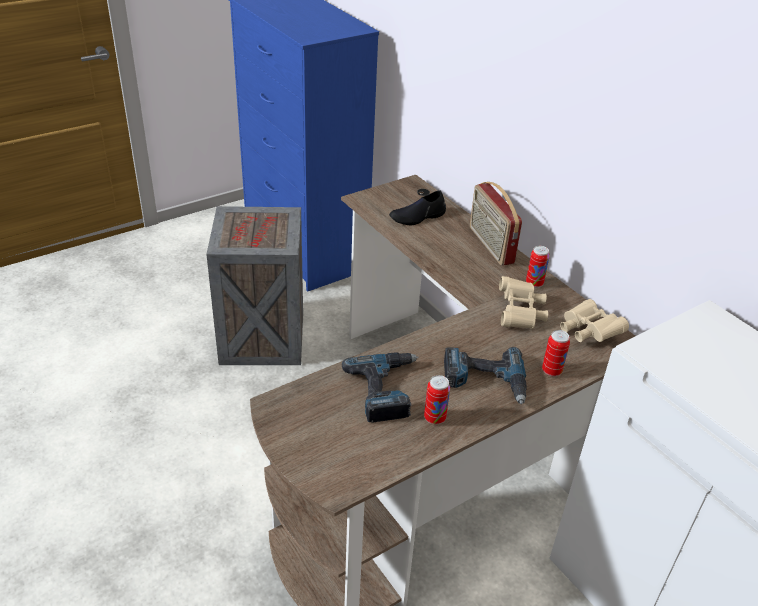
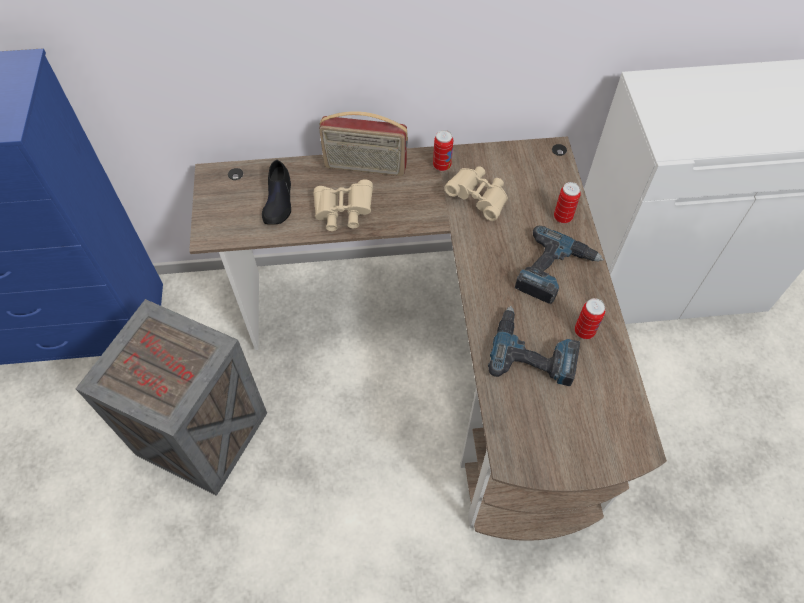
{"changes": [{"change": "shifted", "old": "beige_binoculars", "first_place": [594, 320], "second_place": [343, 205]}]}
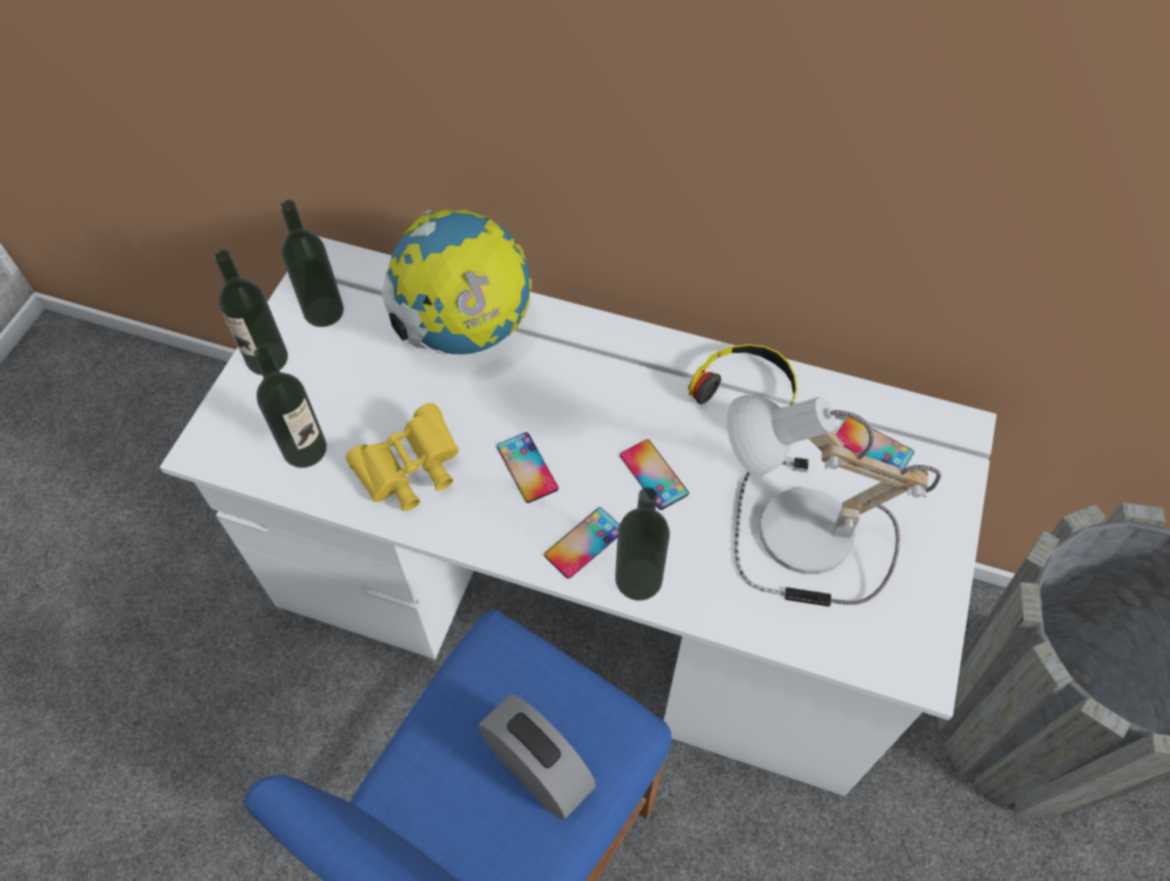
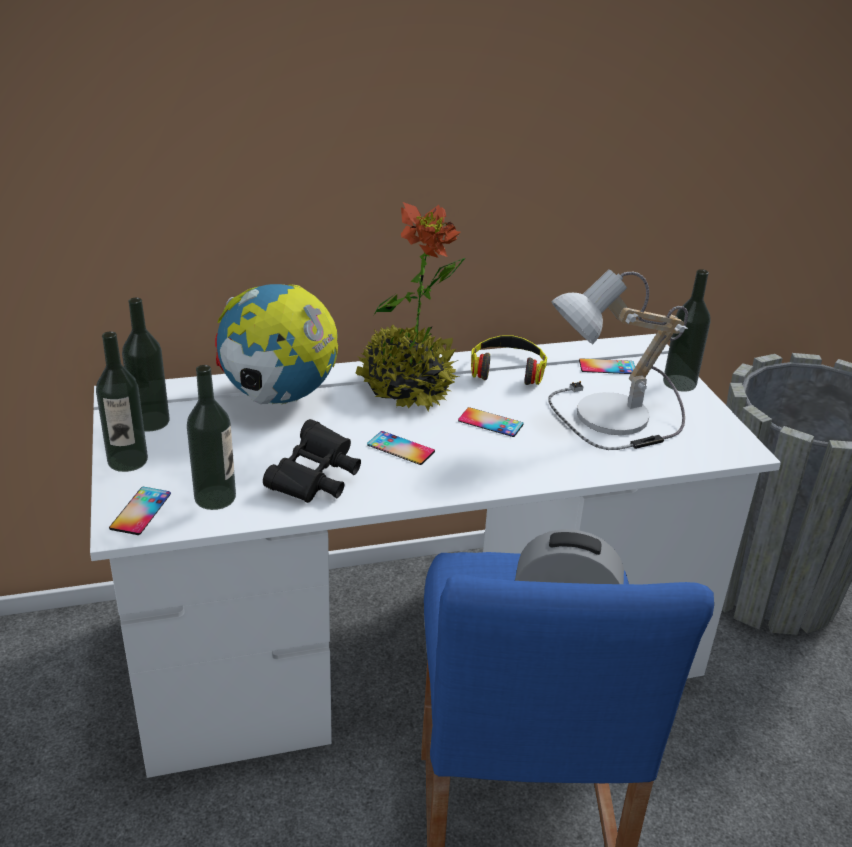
{"changes": [{"change": "shifted", "old": "phone", "first_place": [581, 543], "second_place": [140, 511]}, {"change": "repainted", "old": "yellow_binoculars", "new": "black_binoculars", "first_place": [402, 457], "second_place": [312, 461]}, {"change": "new", "new": "potted_plant", "second_place": [410, 307]}, {"change": "shifted", "old": "bottle", "first_place": [642, 544], "second_place": [687, 330]}]}
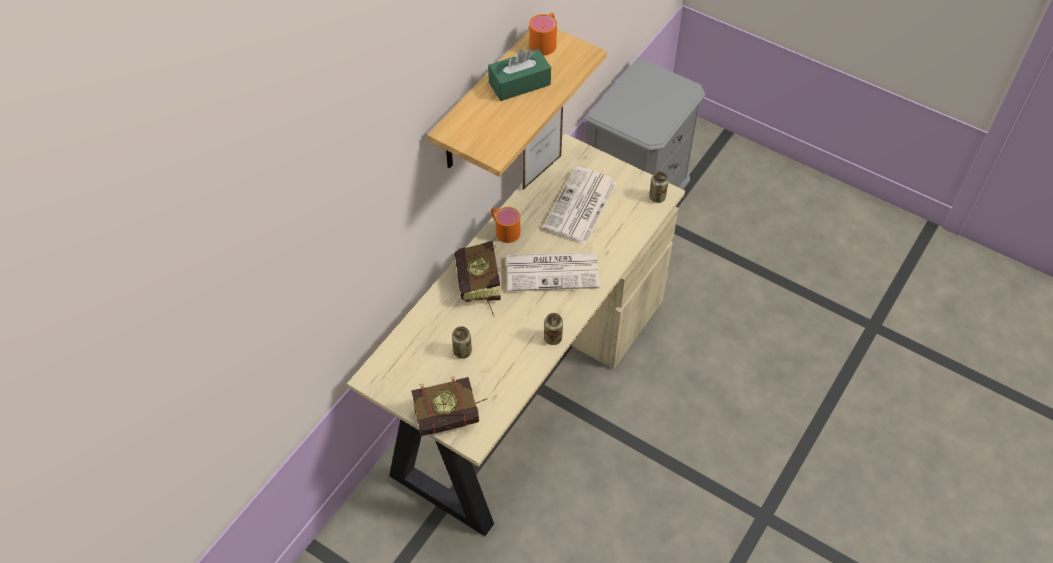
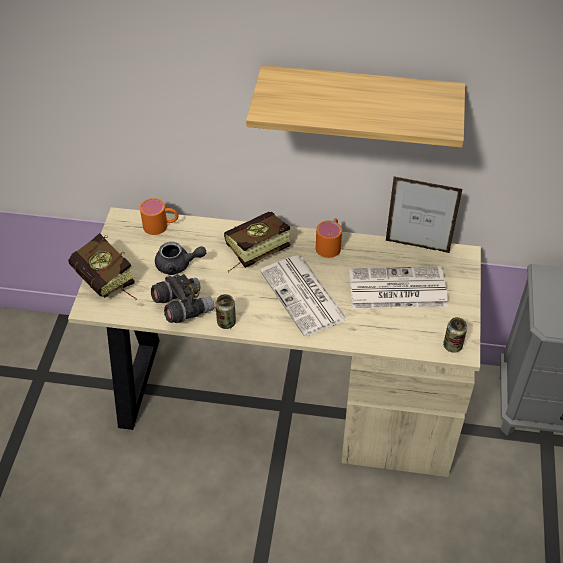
{"changes": [{"change": "shifted", "old": "orange_mug", "first_place": [543, 34], "second_place": [159, 216]}, {"change": "new", "new": "grey_binoculars", "second_place": [182, 298]}, {"change": "swapped", "old": "can", "new": "grey_teapot", "first_place": [462, 342], "second_place": [180, 258]}, {"change": "gone", "old": "green_tissue_box", "first_place": [519, 75]}]}
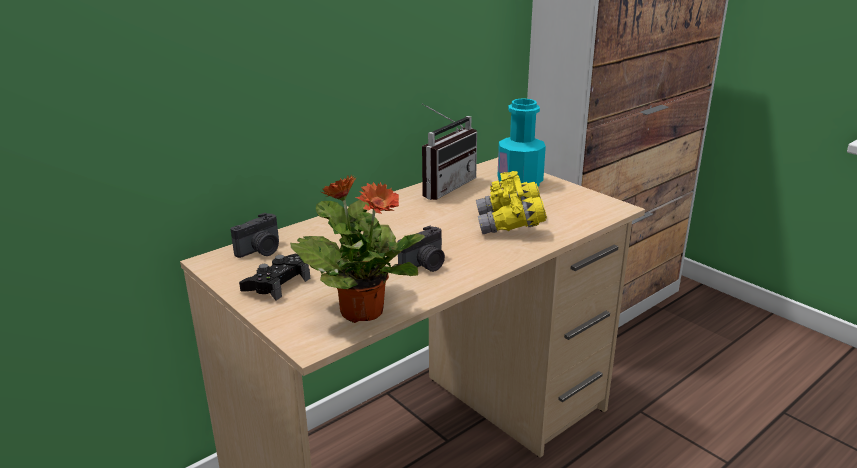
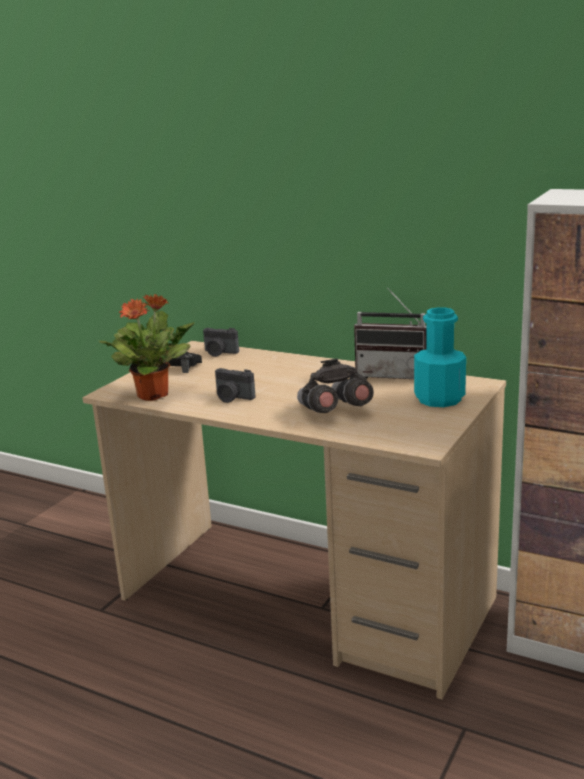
{"changes": [{"change": "repainted", "old": "yellow_binoculars", "new": "grey_binoculars", "first_place": [511, 202], "second_place": [335, 386]}]}
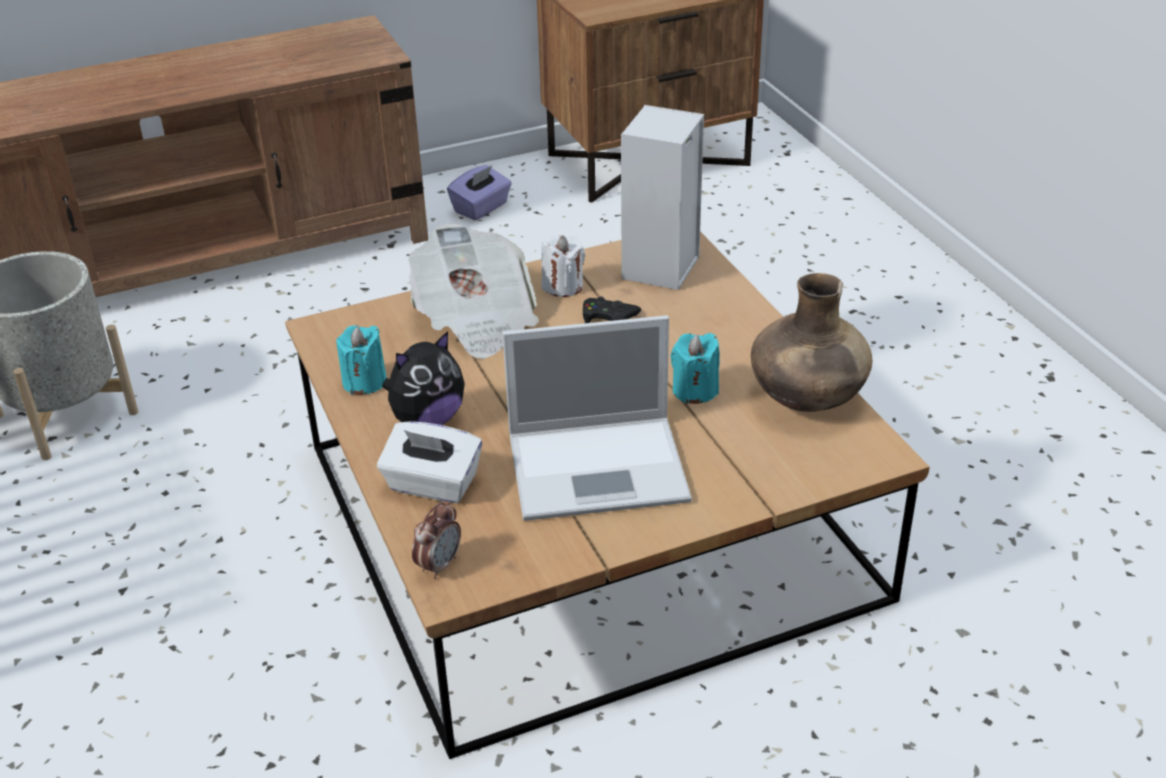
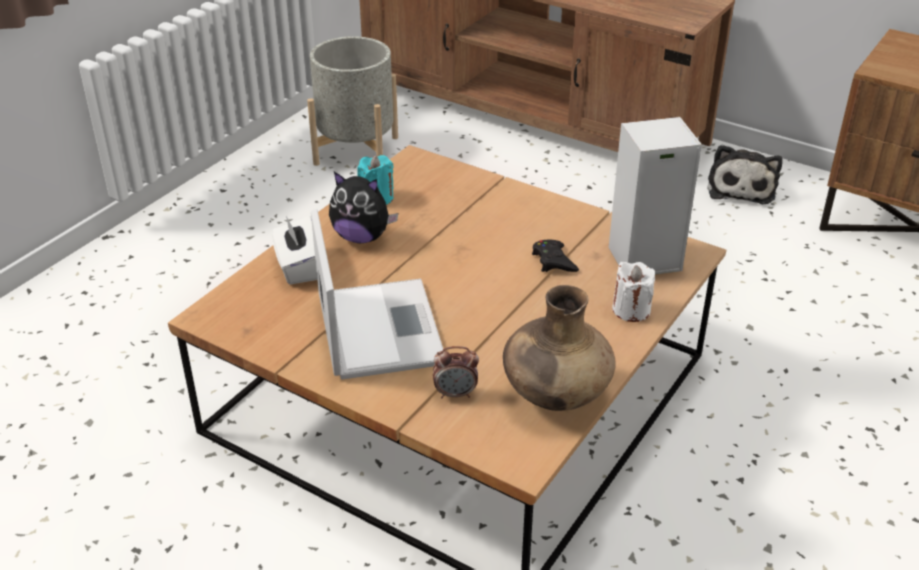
{"changes": [{"change": "rotated", "old": "laptop", "first_place": [597, 418], "second_place": [377, 294], "degrees": -150}, {"change": "shifted", "old": "alarm_clock", "first_place": [436, 540], "second_place": [456, 372]}, {"change": "shifted", "old": "white_candle", "first_place": [563, 265], "second_place": [633, 291]}, {"change": "swapped", "old": "purple_tissue_box", "new": "plush_toy", "first_place": [479, 192], "second_place": [745, 175]}, {"change": "gone", "old": "newspaper", "first_place": [473, 291]}, {"change": "gone", "old": "turquoise_candle", "first_place": [695, 368]}]}
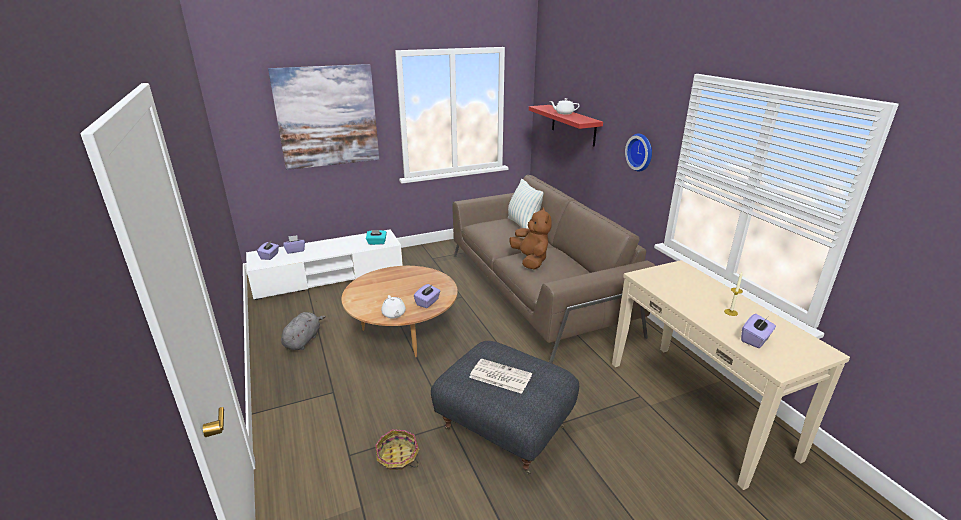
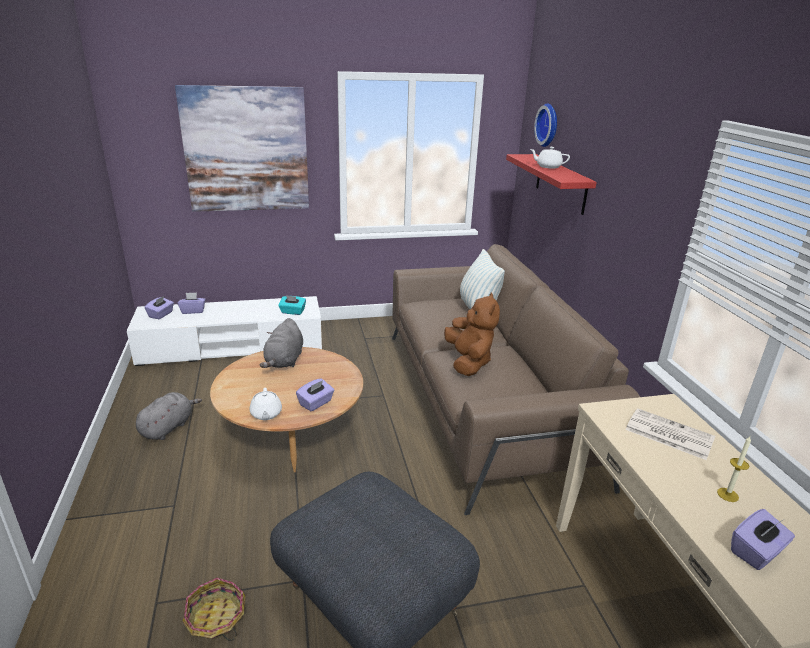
{"changes": [{"change": "new", "new": "grey_plush_toy", "second_place": [281, 343]}, {"change": "shifted", "old": "wall_clock", "first_place": [638, 153], "second_place": [545, 125]}, {"change": "shifted", "old": "newspaper", "first_place": [500, 376], "second_place": [670, 434]}]}
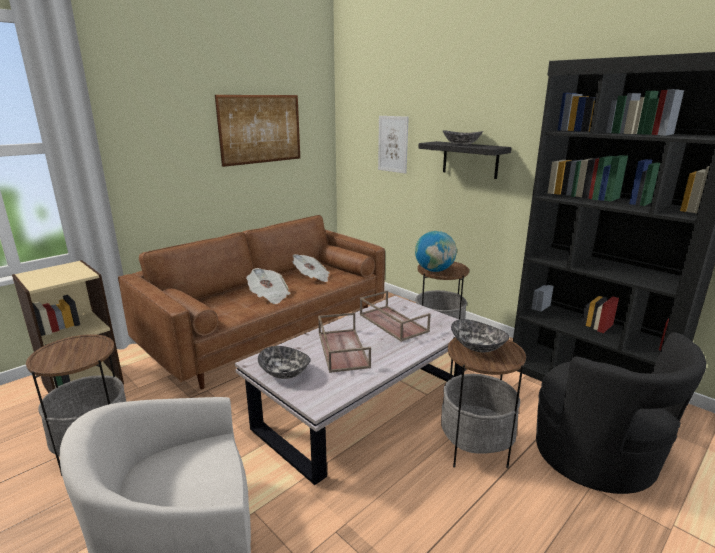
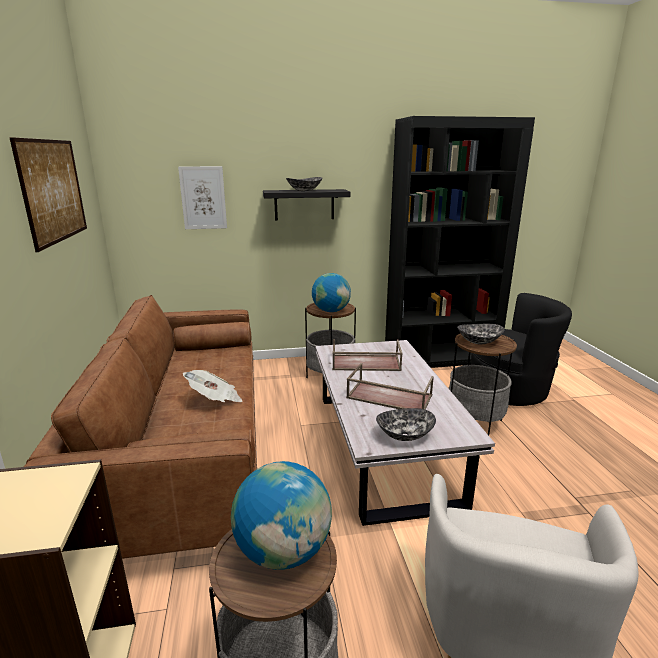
{"changes": [{"change": "new", "new": "globe", "second_place": [281, 515]}, {"change": "gone", "old": "newspaper", "first_place": [311, 268]}]}
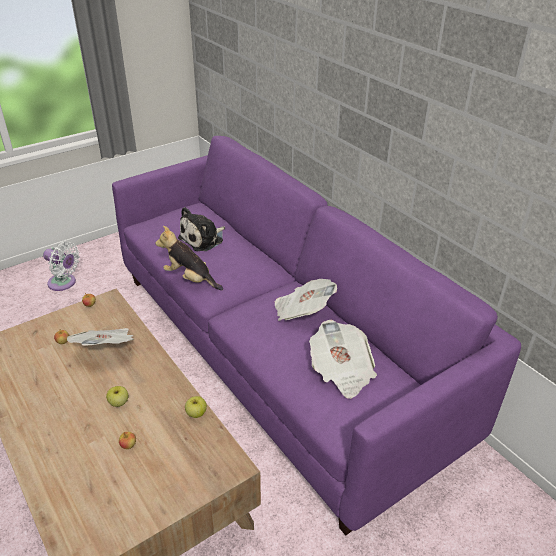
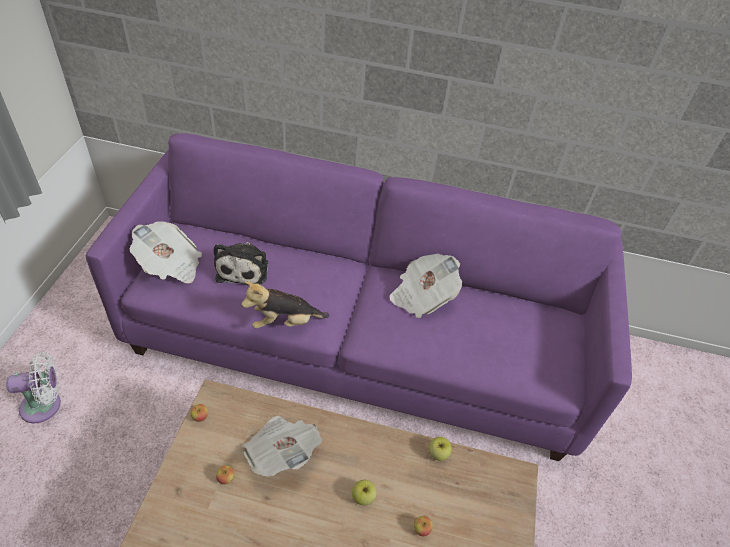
{"changes": [{"change": "shifted", "old": "newspaper", "first_place": [343, 359], "second_place": [165, 252]}]}
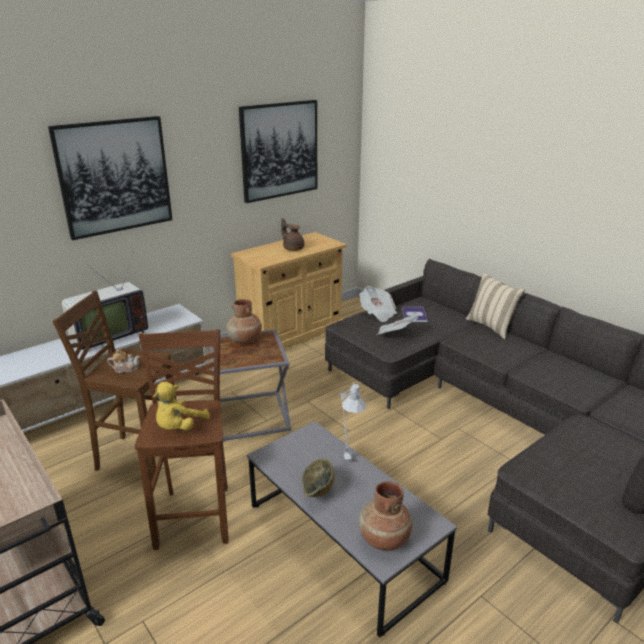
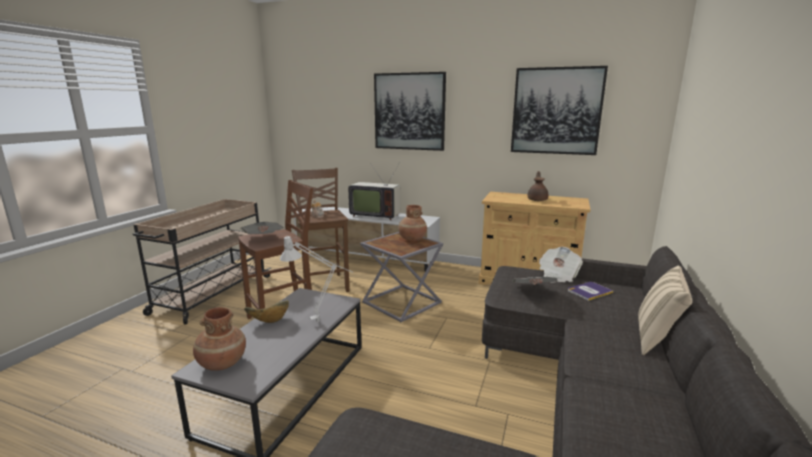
{"changes": [{"change": "swapped", "old": "yellow_plush_toy", "new": "newspaper", "first_place": [181, 405], "second_place": [261, 228]}]}
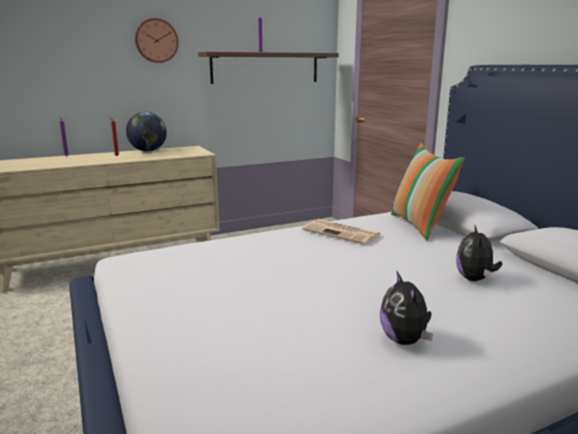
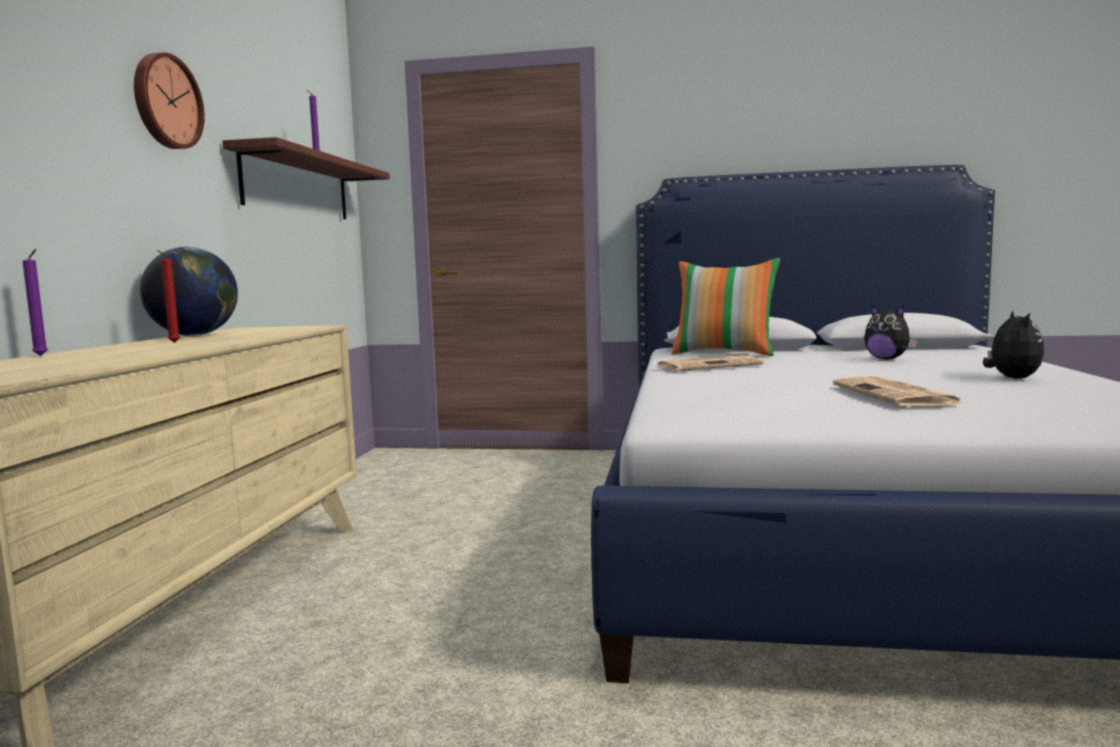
{"changes": [{"change": "new", "new": "newspaper", "second_place": [899, 391]}, {"change": "rotated", "old": "plush_toy", "first_place": [406, 308], "second_place": [1013, 345], "degrees": -105}]}
